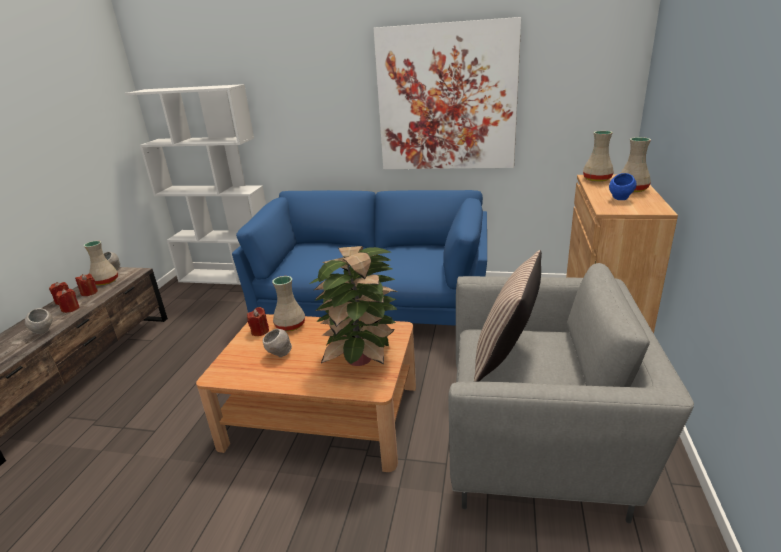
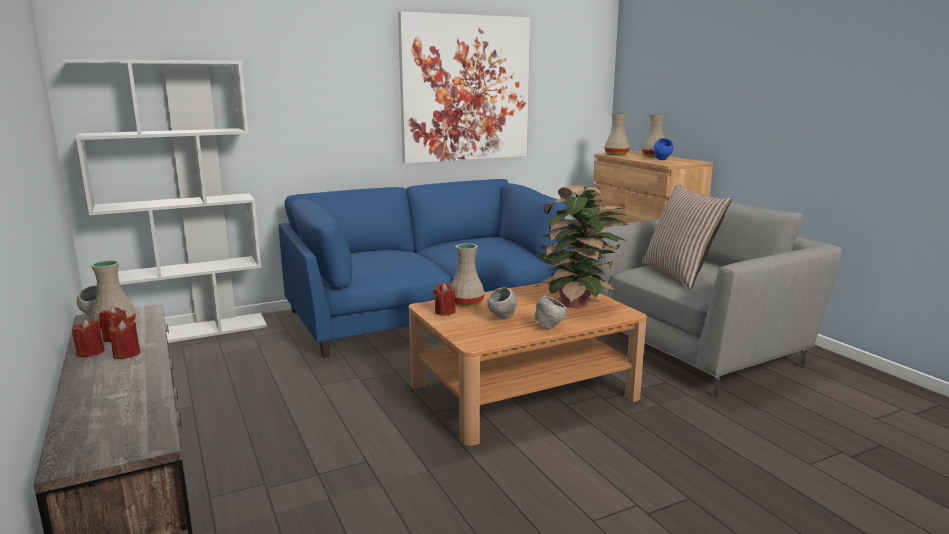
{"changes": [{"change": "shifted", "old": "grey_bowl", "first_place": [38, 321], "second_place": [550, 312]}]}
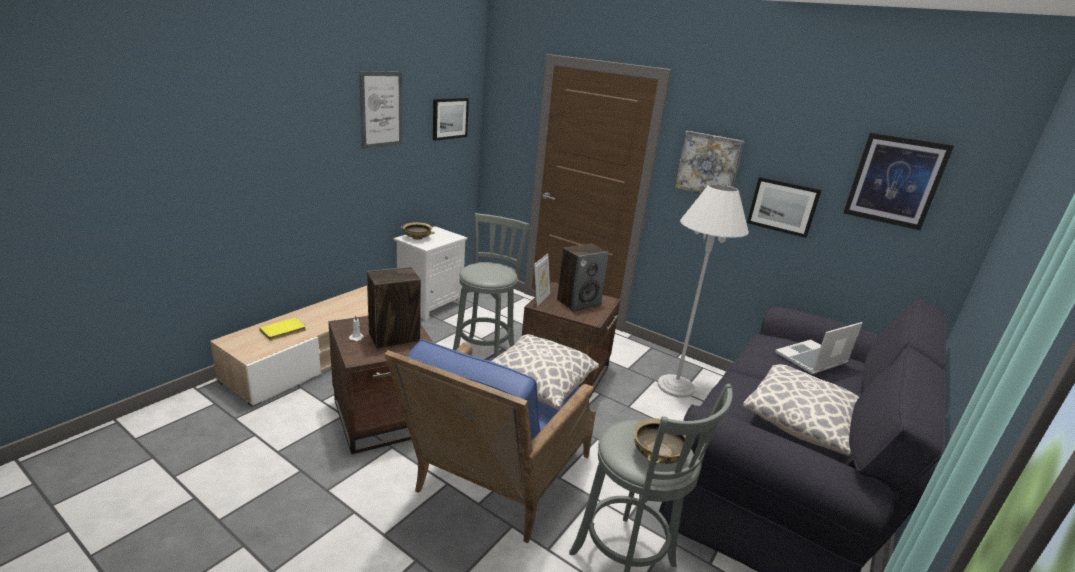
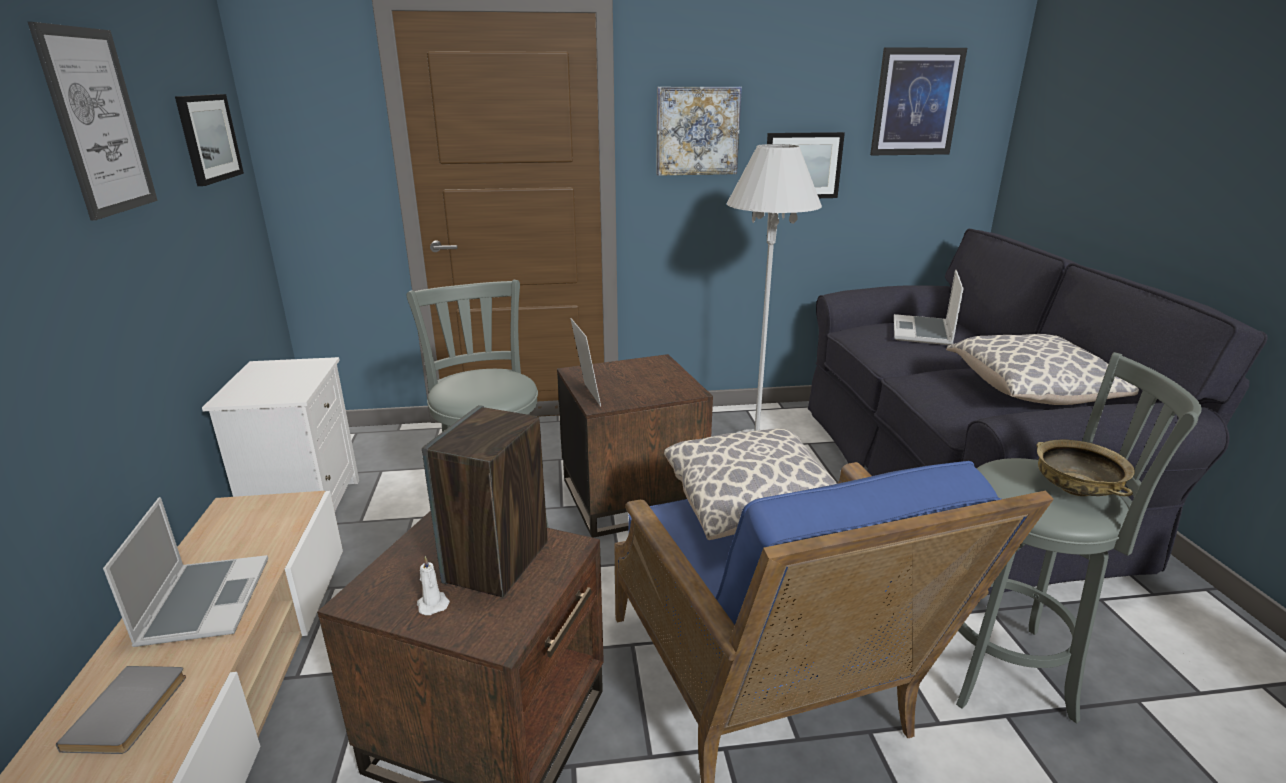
{"changes": [{"change": "repainted", "old": "yellow_book", "new": "grey_book", "first_place": [282, 329], "second_place": [121, 710]}, {"change": "new", "new": "laptop", "second_place": [185, 572]}, {"change": "gone", "old": "beige_bowl", "first_place": [418, 231]}, {"change": "gone", "old": "speaker", "first_place": [583, 277]}]}
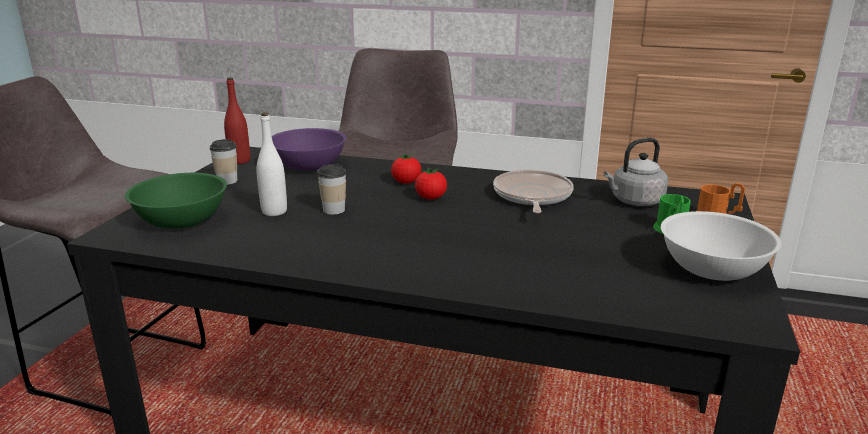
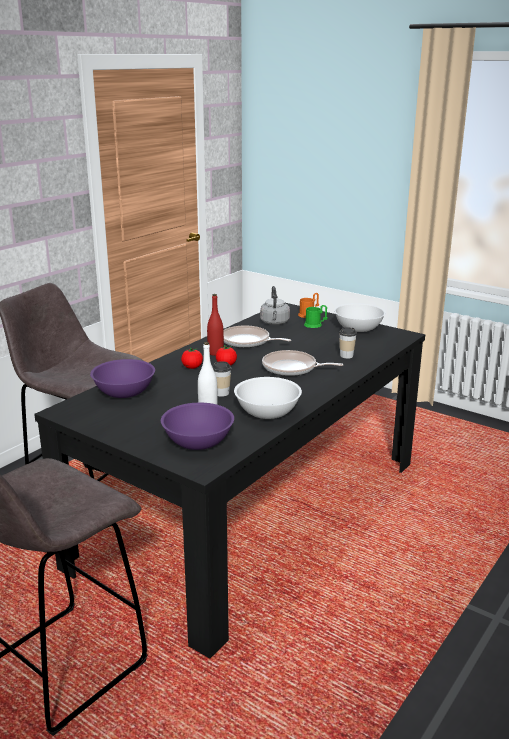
{"changes": [{"change": "repainted", "old": "green_bowl", "new": "purple_bowl", "first_place": [176, 201], "second_place": [197, 426]}, {"change": "shifted", "old": "red_bottle", "first_place": [237, 121], "second_place": [215, 325]}, {"change": "new", "new": "white_bowl", "second_place": [268, 398]}, {"change": "new", "new": "frying_pan", "second_place": [302, 363]}, {"change": "shifted", "old": "cup", "first_place": [223, 162], "second_place": [348, 343]}]}
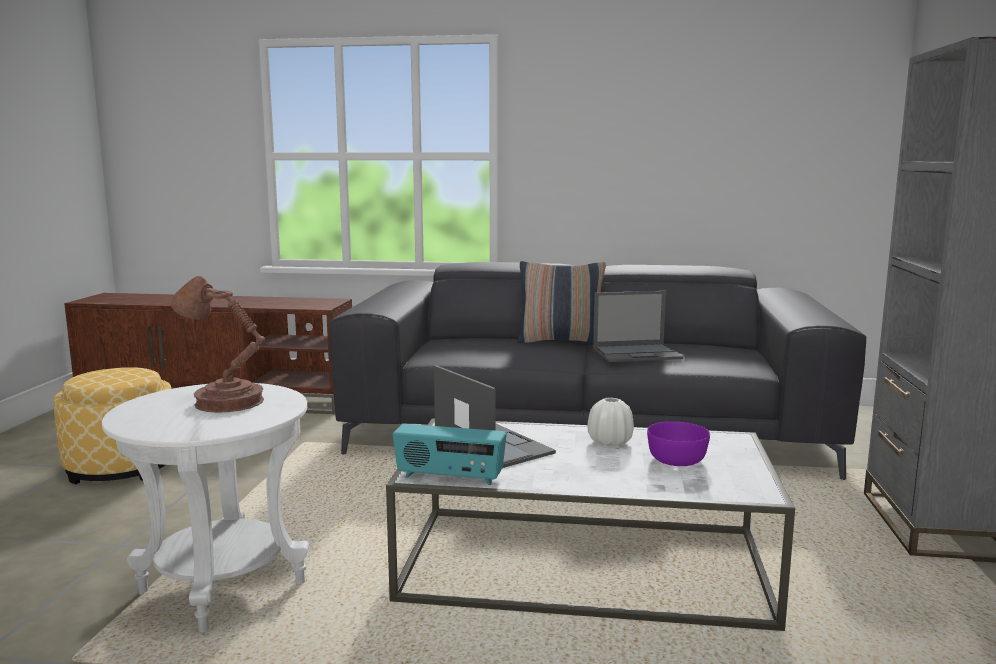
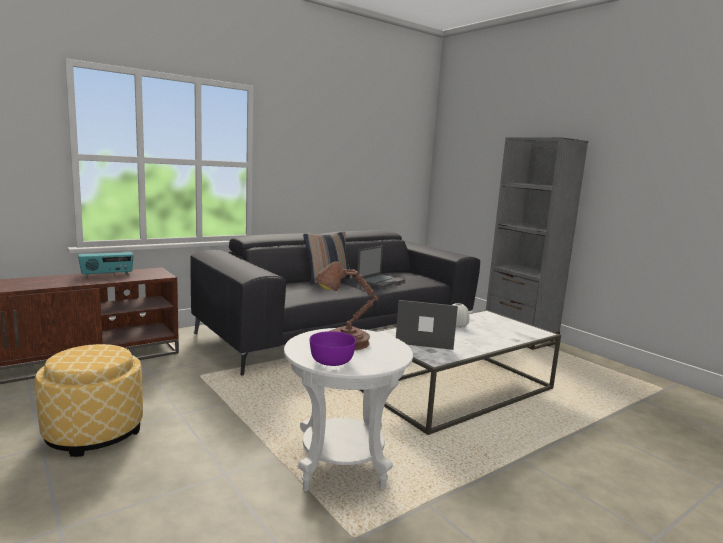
{"changes": [{"change": "shifted", "old": "radio", "first_place": [450, 454], "second_place": [106, 264]}, {"change": "shifted", "old": "purple_bowl", "first_place": [678, 443], "second_place": [333, 348]}]}
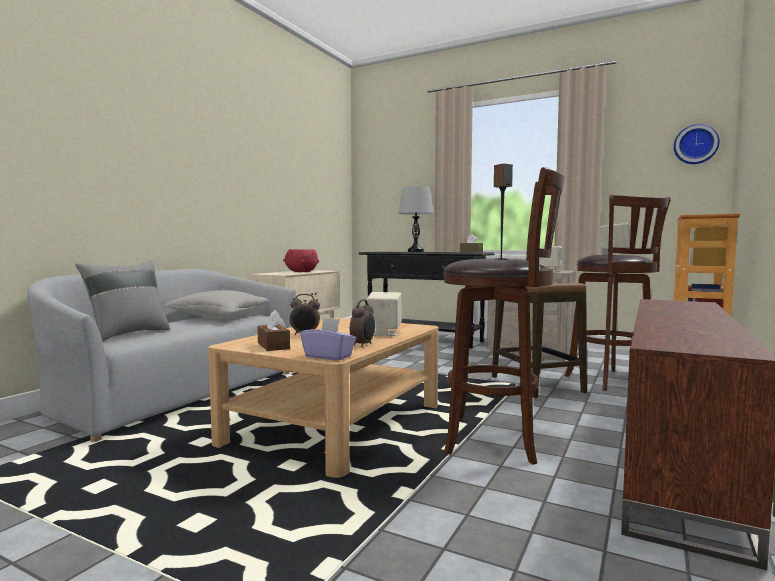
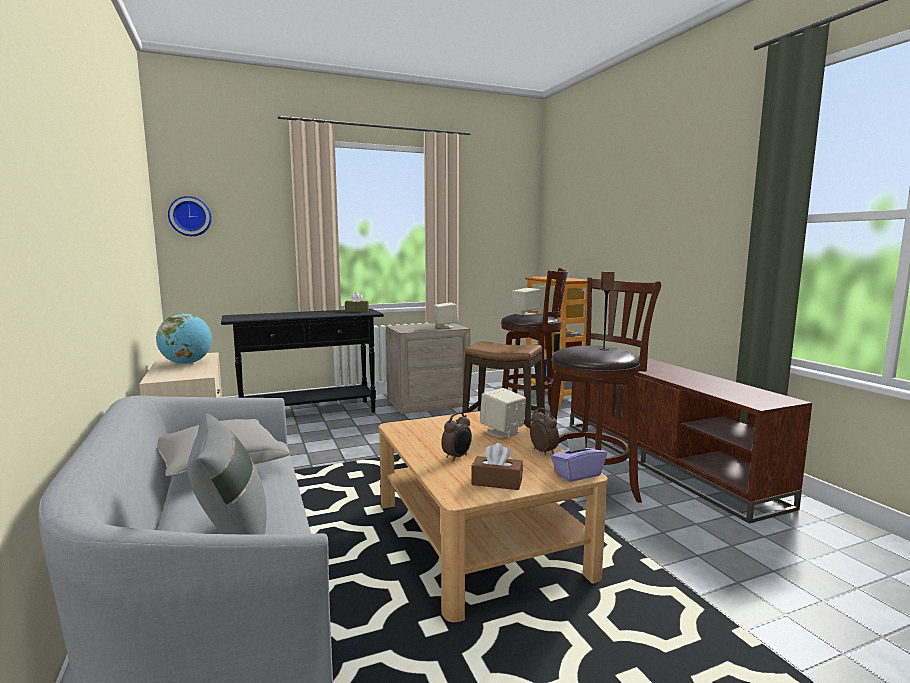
{"changes": [{"change": "swapped", "old": "red_bowl", "new": "globe", "first_place": [301, 260], "second_place": [184, 339]}, {"change": "shifted", "old": "wall_clock", "first_place": [697, 144], "second_place": [190, 216]}, {"change": "gone", "old": "grey_table_lamp", "first_place": [416, 219]}]}
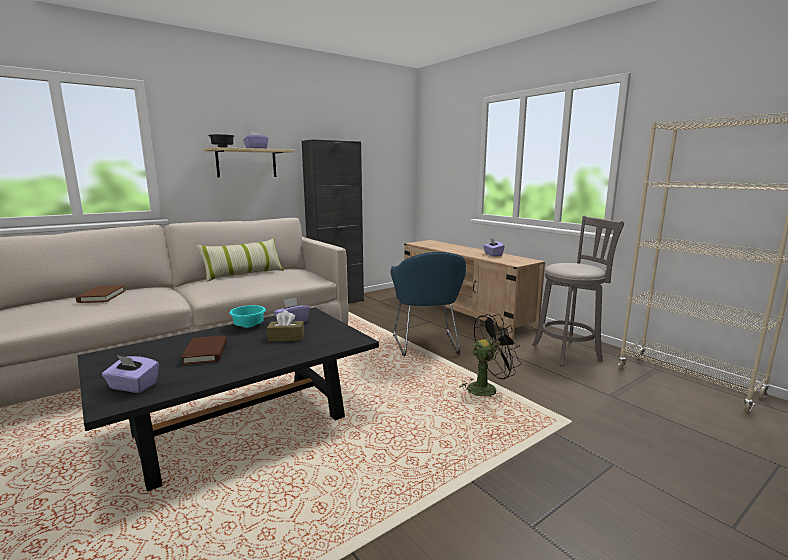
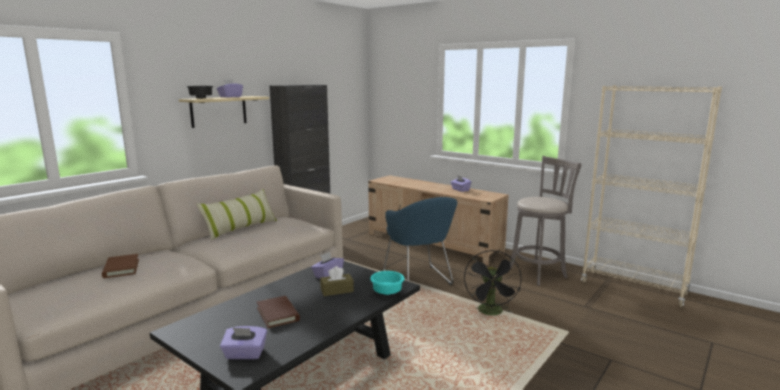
{"changes": [{"change": "shifted", "old": "turquoise_bowl", "first_place": [248, 316], "second_place": [387, 283]}, {"change": "rotated", "old": "black_fan", "first_place": [490, 355], "second_place": [493, 282], "degrees": 135}]}
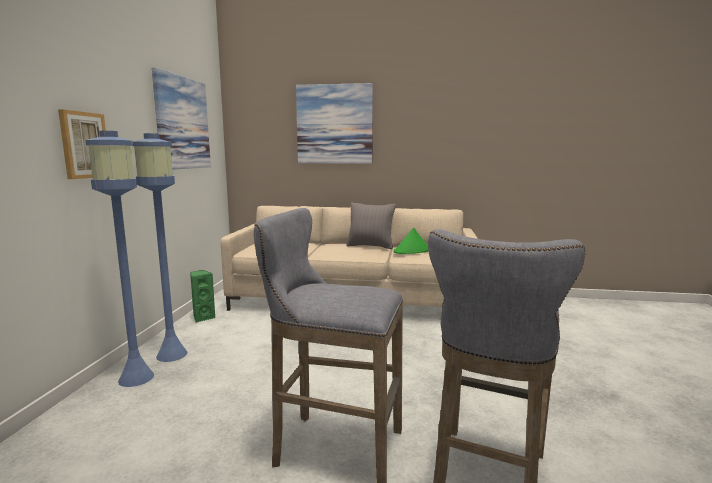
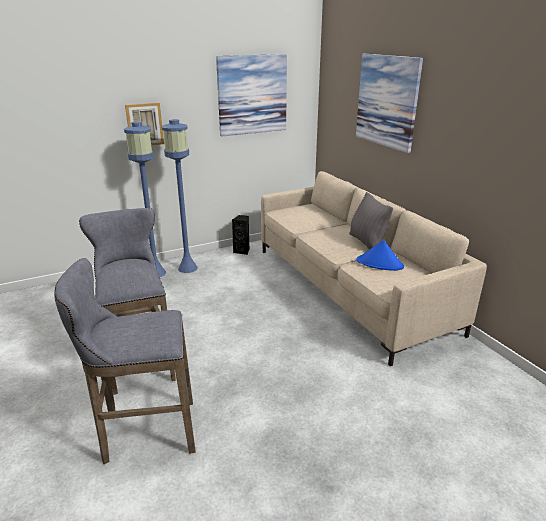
{"changes": [{"change": "repainted", "old": "green_speaker", "new": "black_speaker", "first_place": [203, 296], "second_place": [240, 235]}, {"change": "repainted", "old": "green_hat", "new": "blue_hat", "first_place": [410, 240], "second_place": [380, 255]}]}
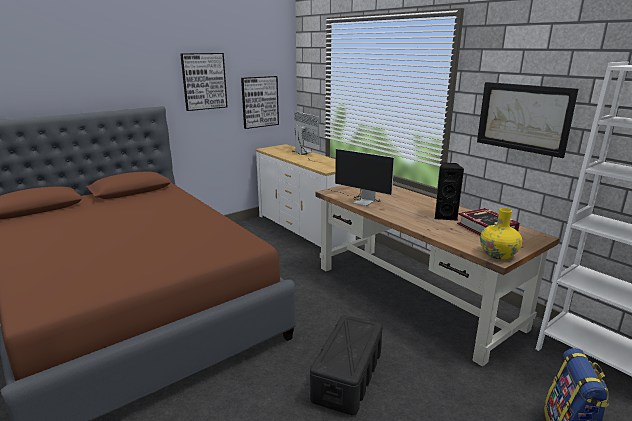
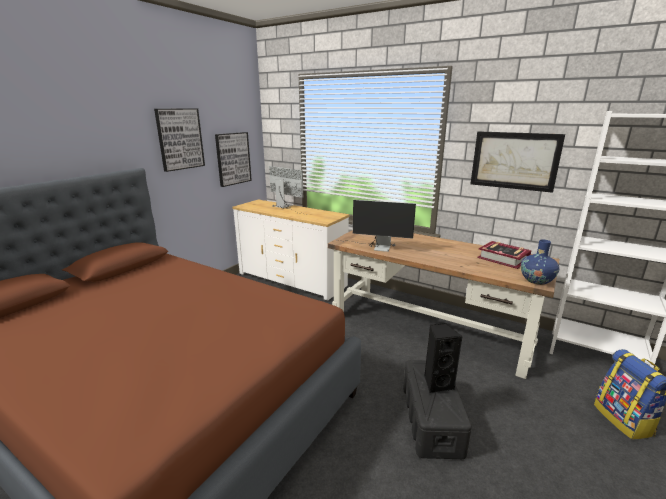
{"changes": [{"change": "shifted", "old": "black_speaker", "first_place": [449, 192], "second_place": [443, 358]}, {"change": "repainted", "old": "yellow_vase", "new": "blue_vase", "first_place": [501, 234], "second_place": [540, 262]}]}
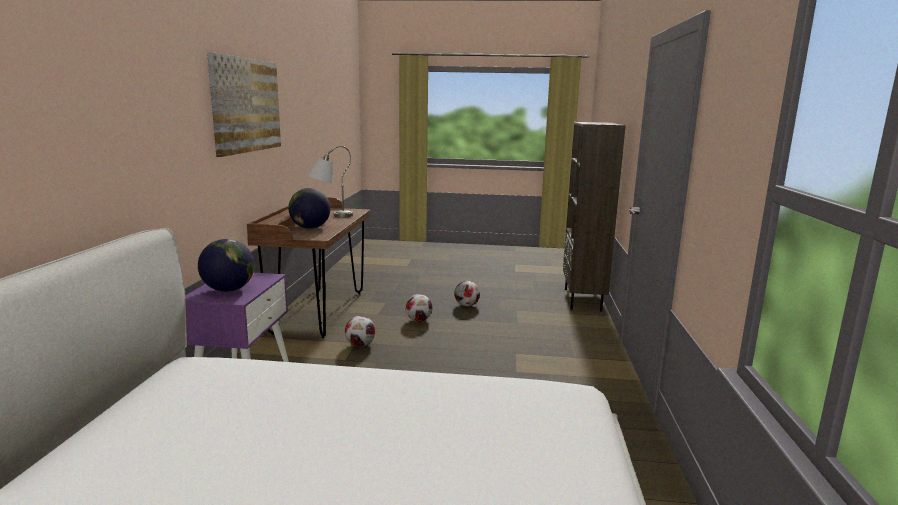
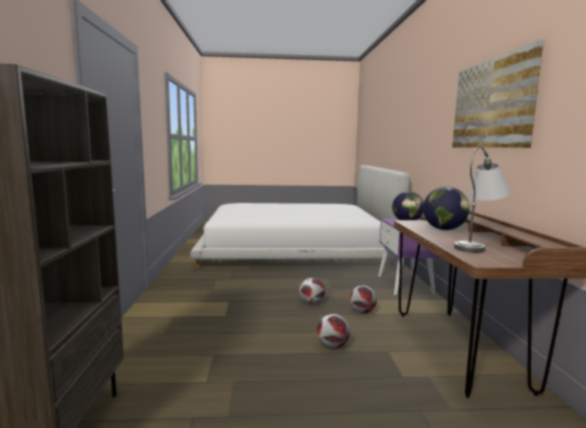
{"changes": [{"change": "shifted", "old": "football", "first_place": [467, 294], "second_place": [312, 291]}]}
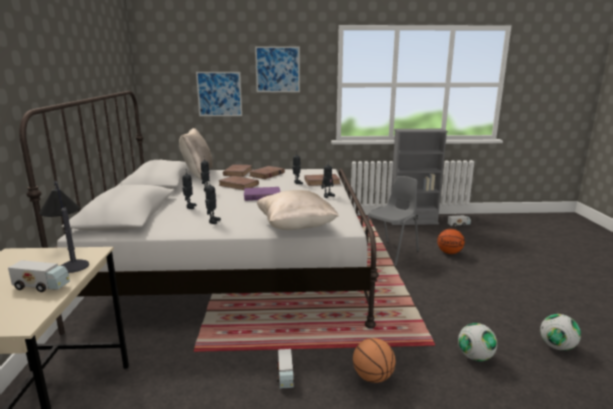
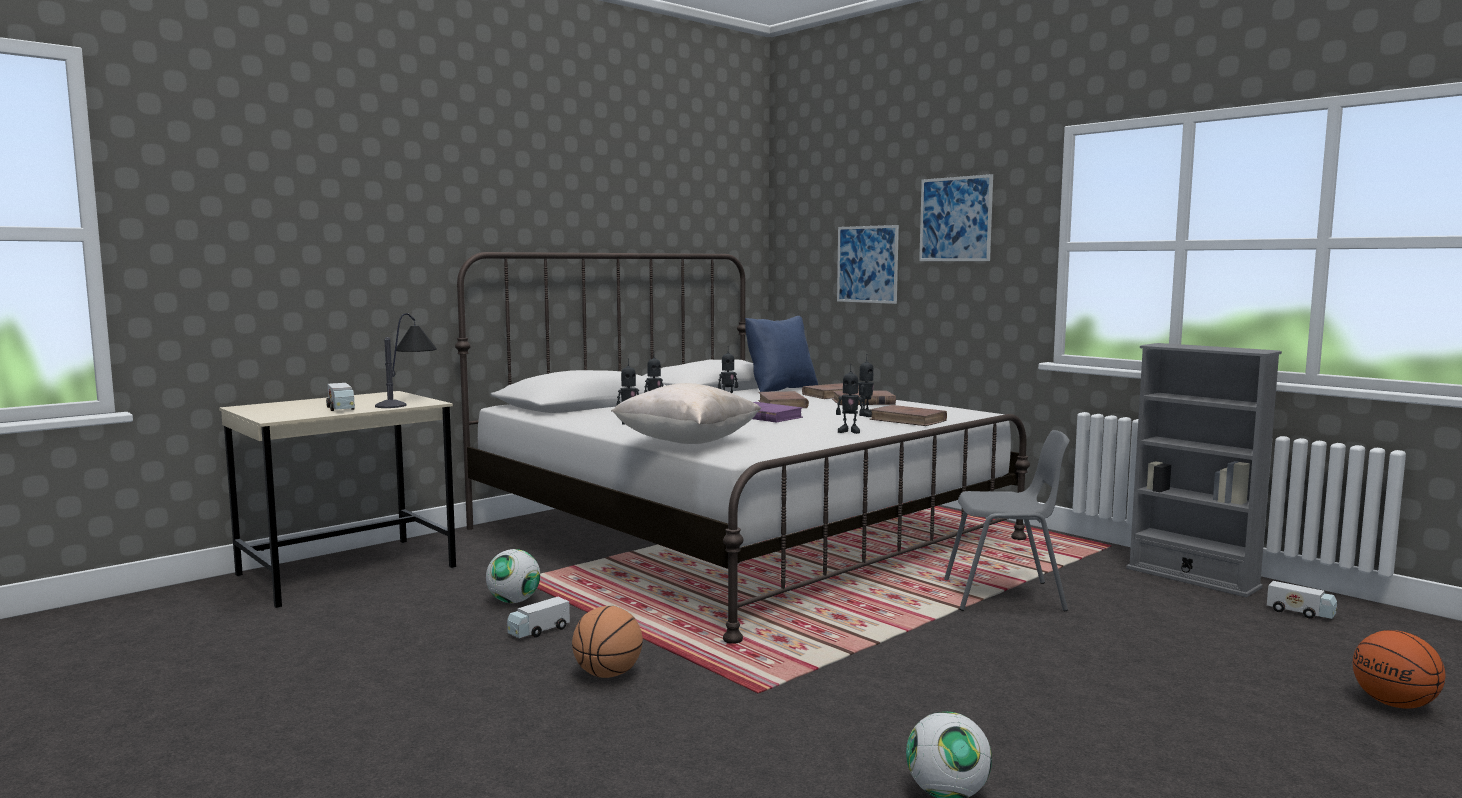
{"changes": [{"change": "shifted", "old": "football", "first_place": [477, 342], "second_place": [513, 576]}, {"change": "repainted", "old": "beige_pillow", "new": "blue_pillow", "first_place": [196, 154], "second_place": [781, 354]}, {"change": "shifted", "old": "basketball", "first_place": [451, 241], "second_place": [1399, 669]}]}
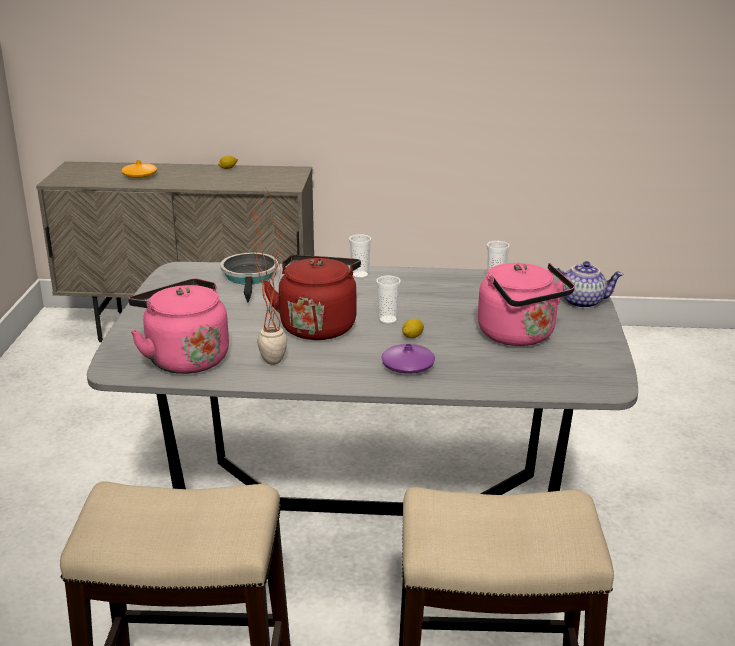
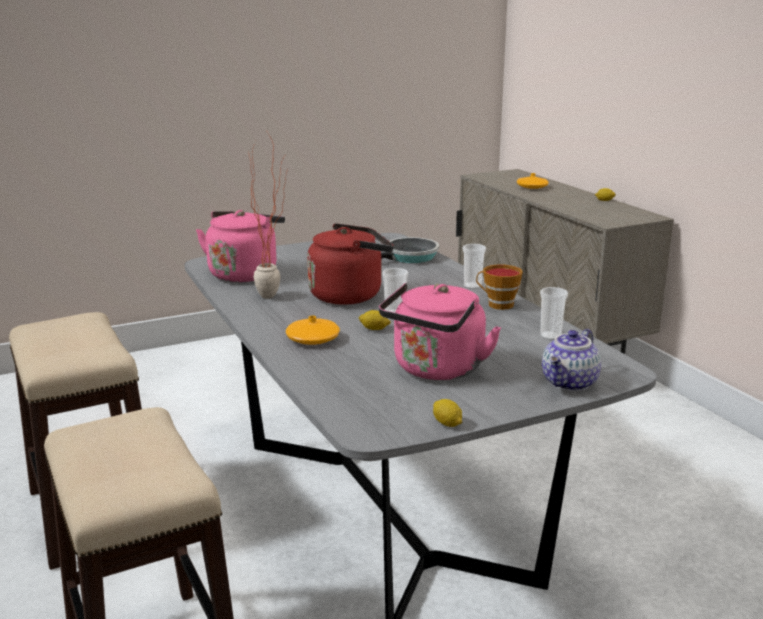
{"changes": [{"change": "repainted", "old": "purple_vase", "new": "orange_vase", "first_place": [408, 359], "second_place": [313, 330]}, {"change": "new", "new": "lemon", "second_place": [447, 413]}, {"change": "new", "new": "cup", "second_place": [499, 287]}, {"change": "rotated", "old": "teapot", "first_place": [590, 285], "second_place": [571, 360], "degrees": 60}]}
